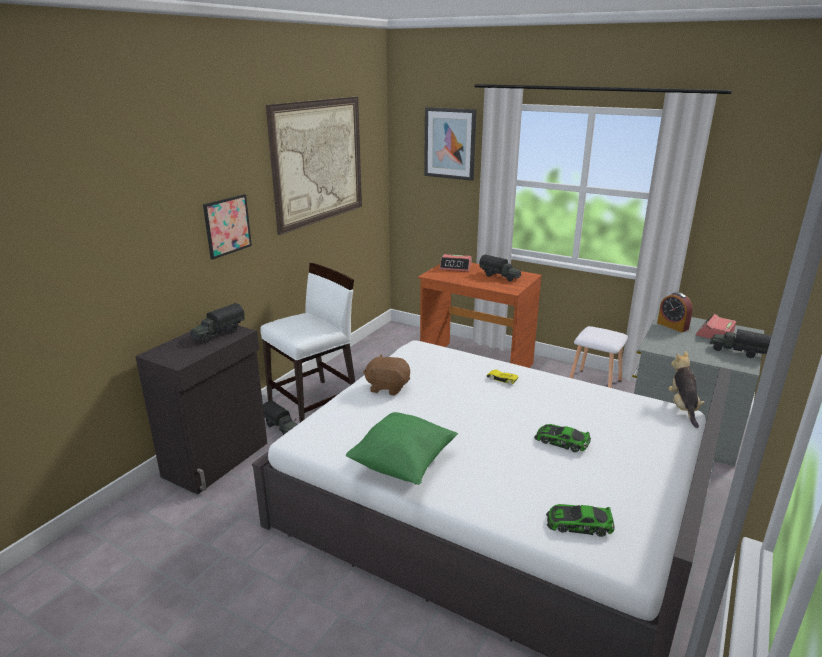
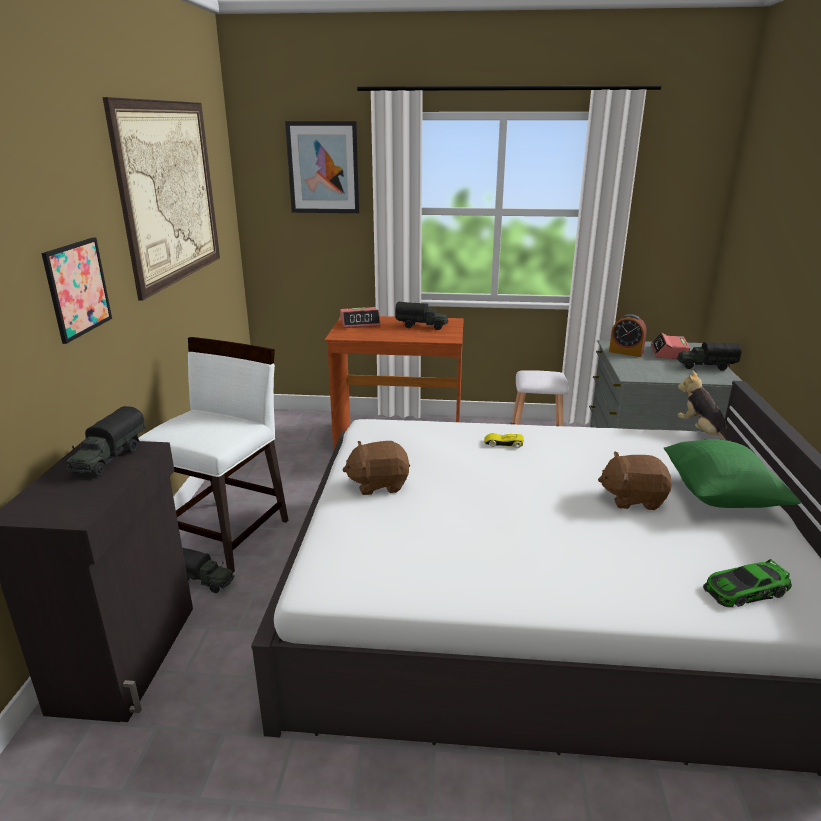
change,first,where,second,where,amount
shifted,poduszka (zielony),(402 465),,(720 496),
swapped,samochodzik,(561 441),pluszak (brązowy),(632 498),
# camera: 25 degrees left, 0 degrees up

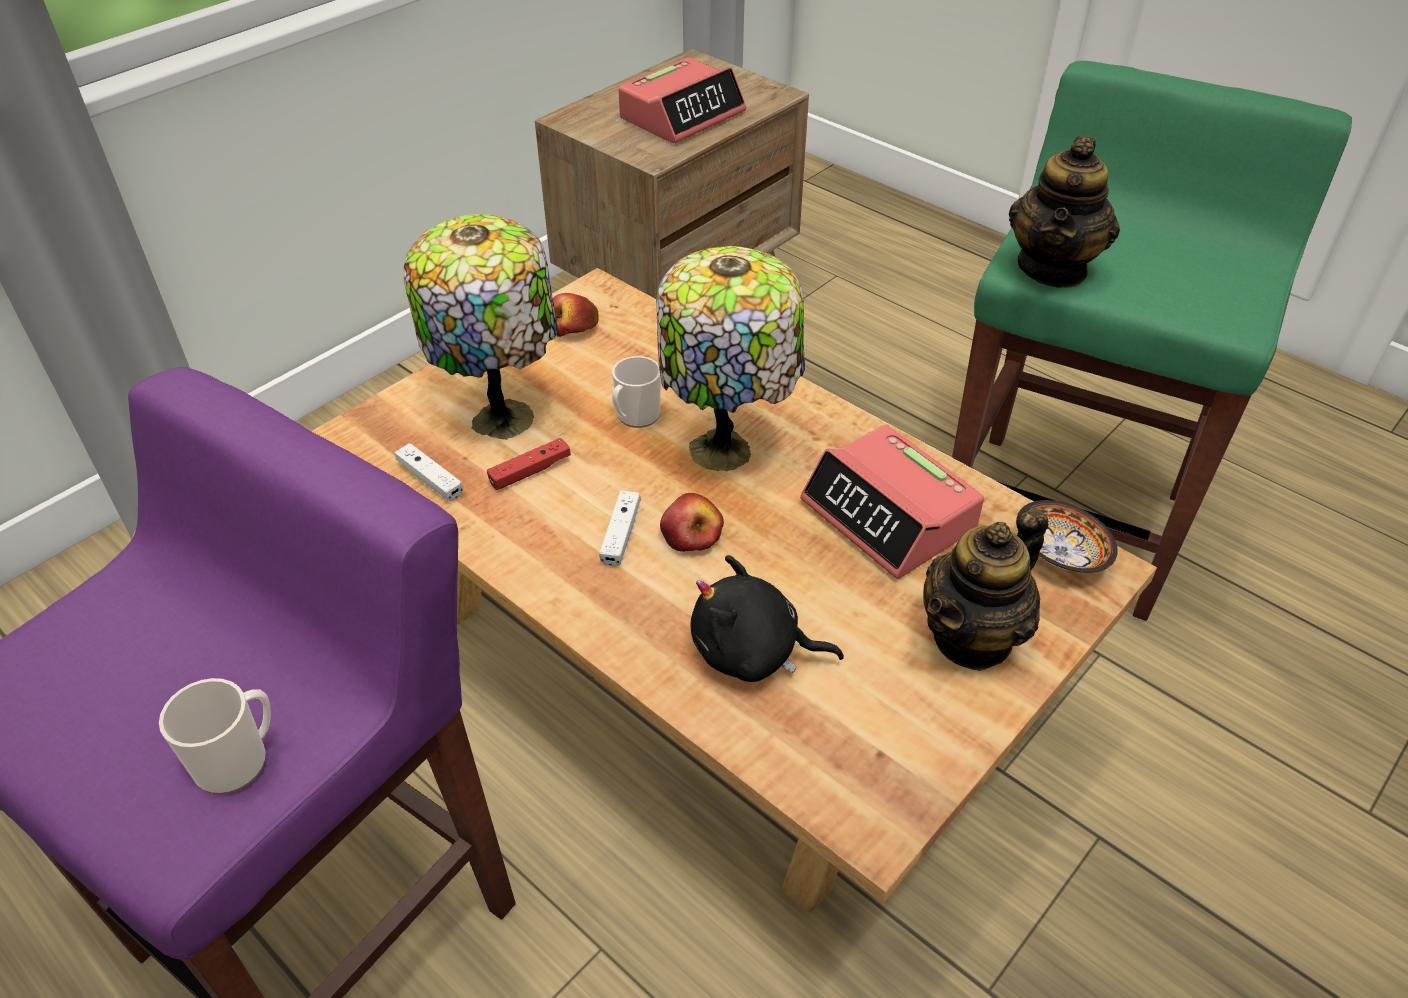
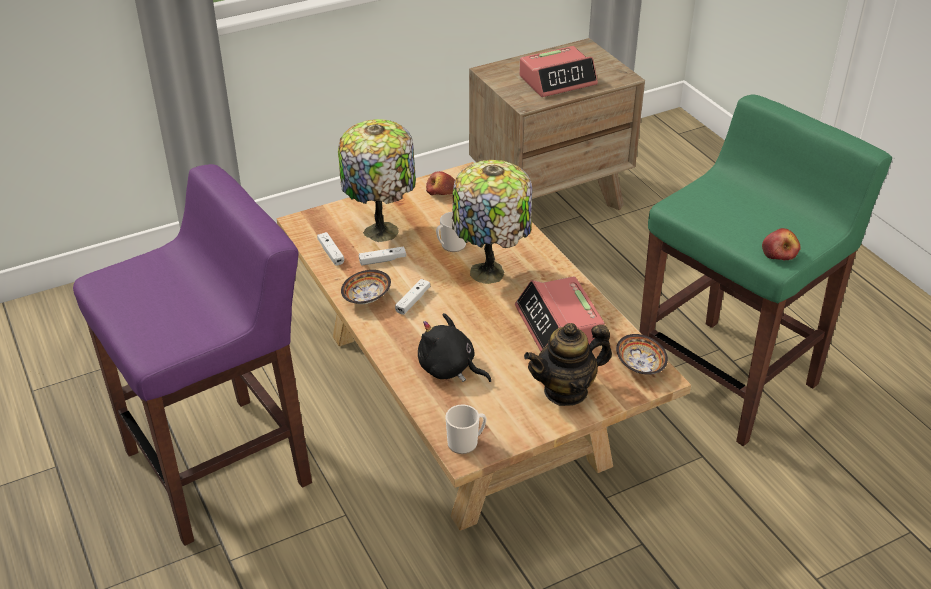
change,first,where,second,where,amount
gone,imbryk,(1053 268),,,
new,,,miska,(368 297),
shifted,kubek,(239 760),,(466 442),
shifted,jabłko,(691 534),,(779 253),
repainted,pad do gier (czerwony),(530 471),pad do gier (biały),(382 260),
# camera: 20 degrees right, 5 degrees down

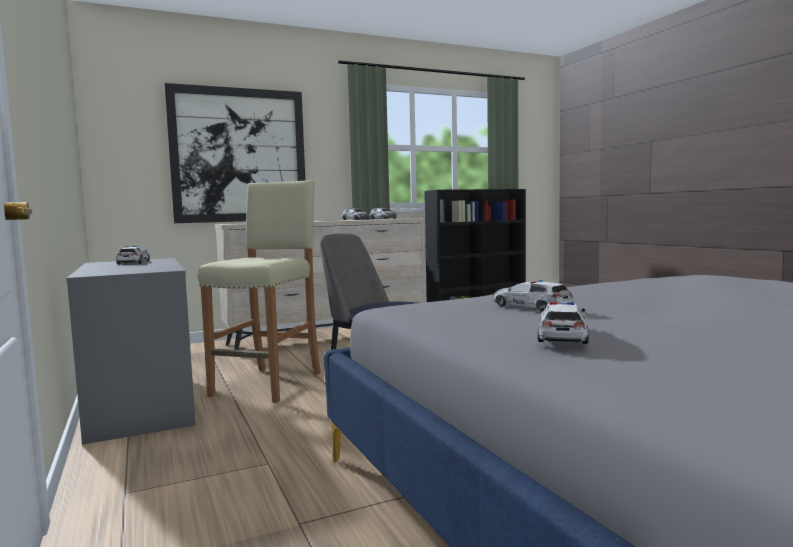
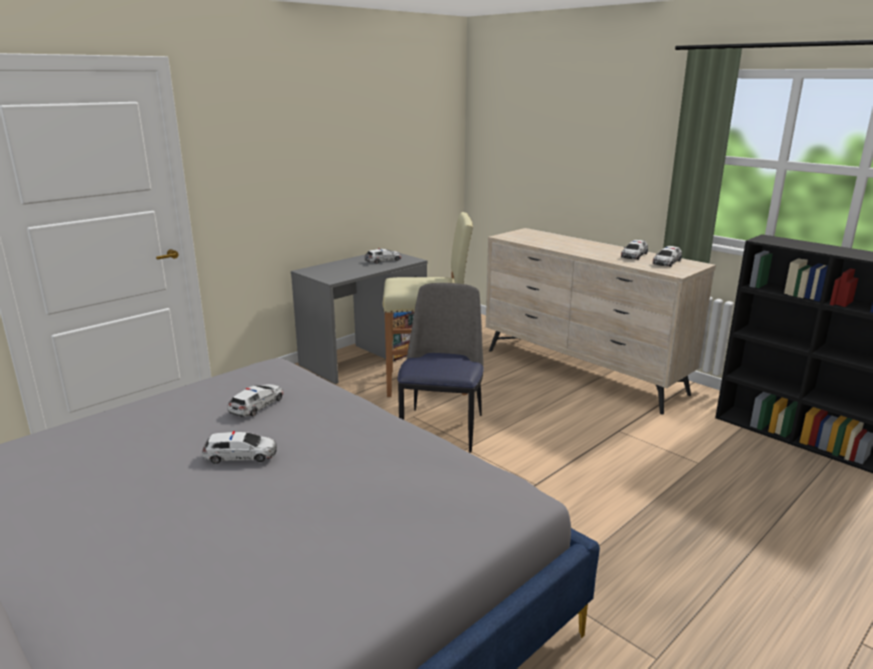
change,first,where,second,where,amount
gone,obraz,(239 155),,,
shifted,samochodzik,(562 335),,(241 455),
# camera: 70 degrees right, 15 degrees up

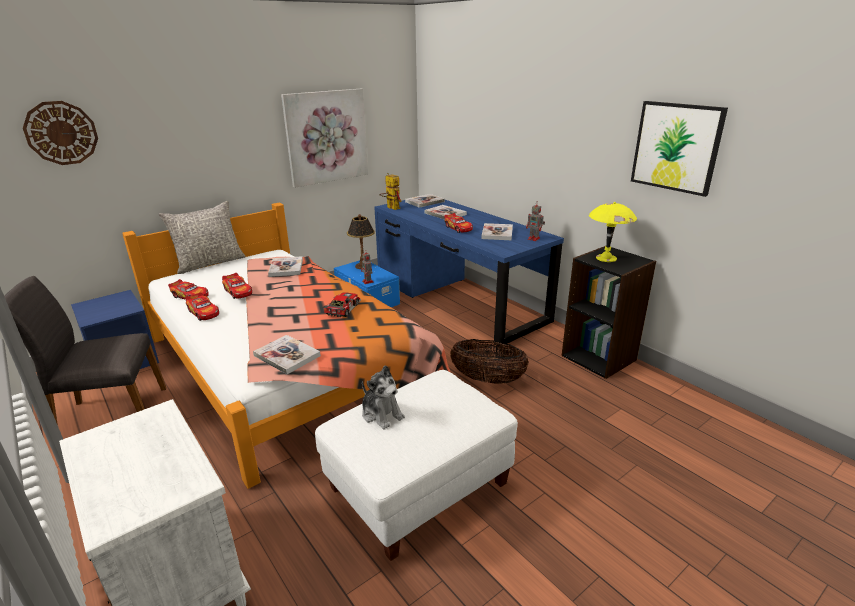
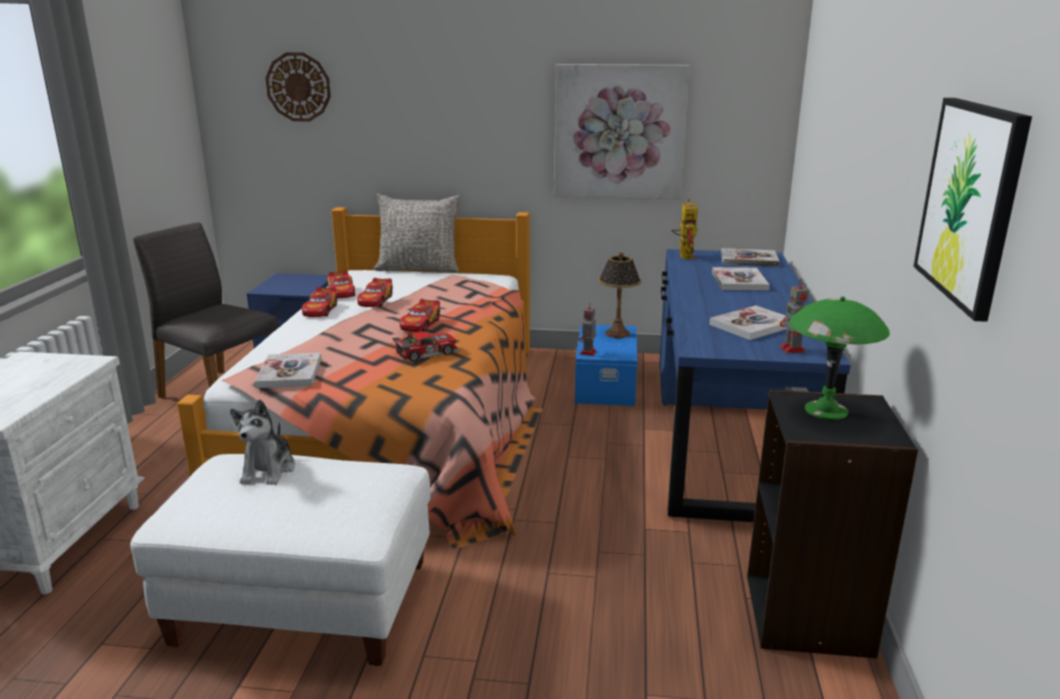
change,first,where,second,where,amount
gone,książka,(286 268),,,
gone,koszyk,(487 379),,,
shifted,samochodzik,(458 228),,(421 324),
repainted,lampa stołowa (żółty),(606 258),lampa stołowa (zielony),(826 410),
# camera: 45 degrees right, 5 degrees down

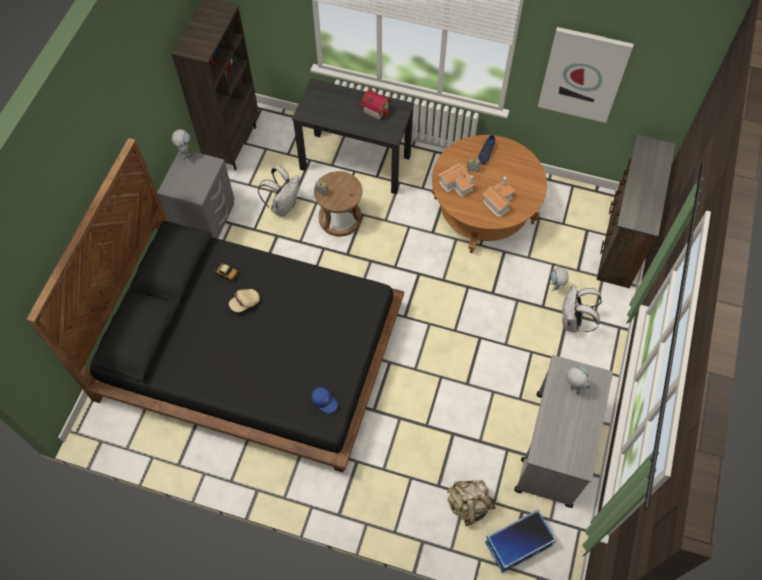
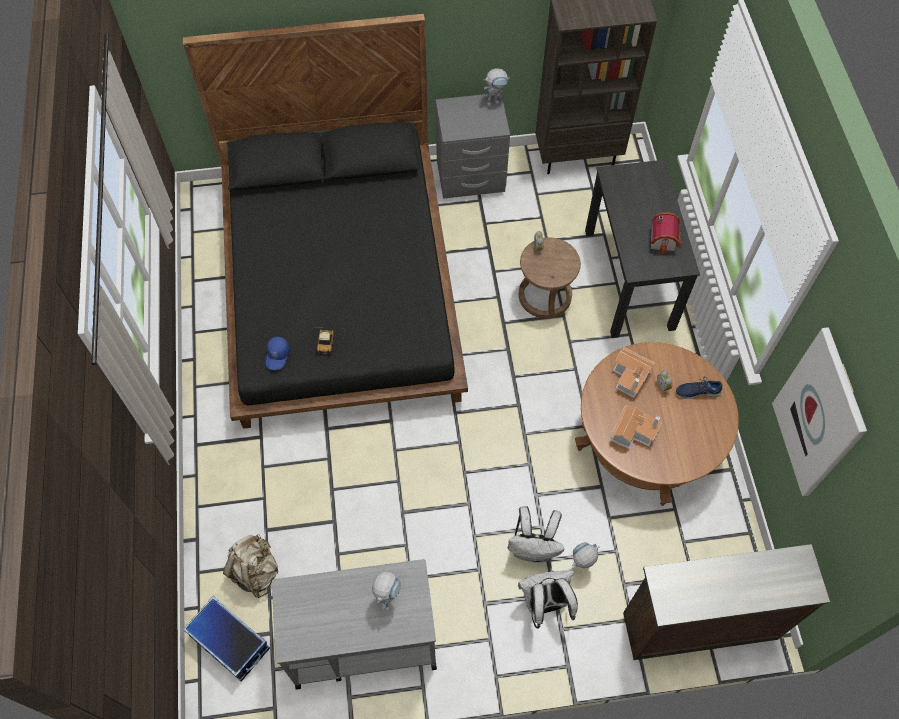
change,first,where,second,where,amount
gone,czapka z daszkiem (beżowy),(245 303),,,
shifted,samochodzik,(227 273),,(326 344),
shifted,plecak (biały),(283 206),,(533 549),
# camera: 65 degrees right, 0 degrees up

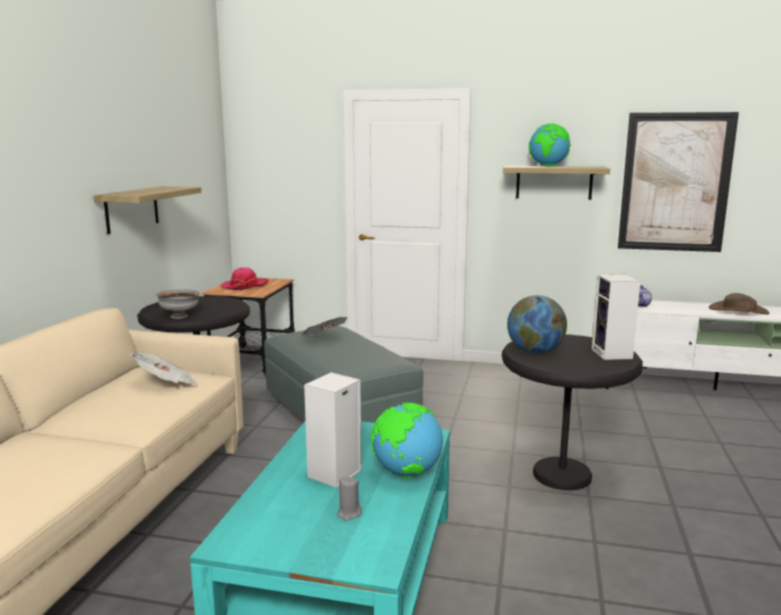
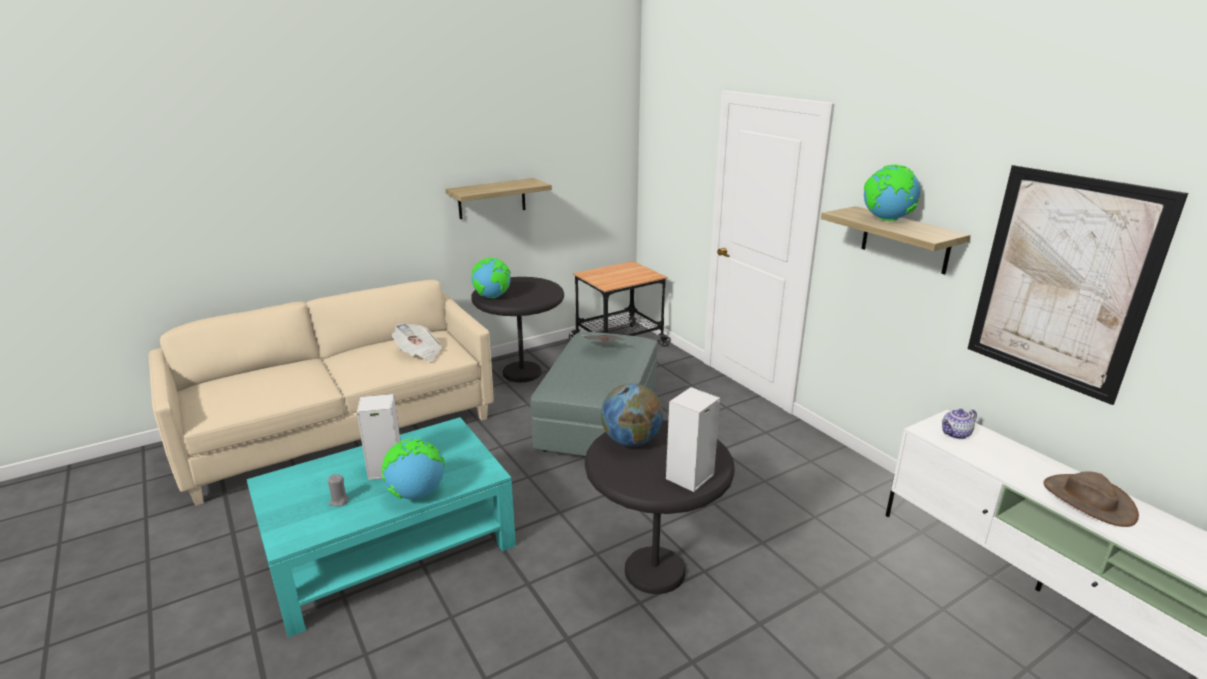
change,first,where,second,where,amount
gone,kapelusz,(245 285),,,
swapped,miska (szary),(180 316),globus,(493 297),
# camera: 45 degrees right, 10 degrees up

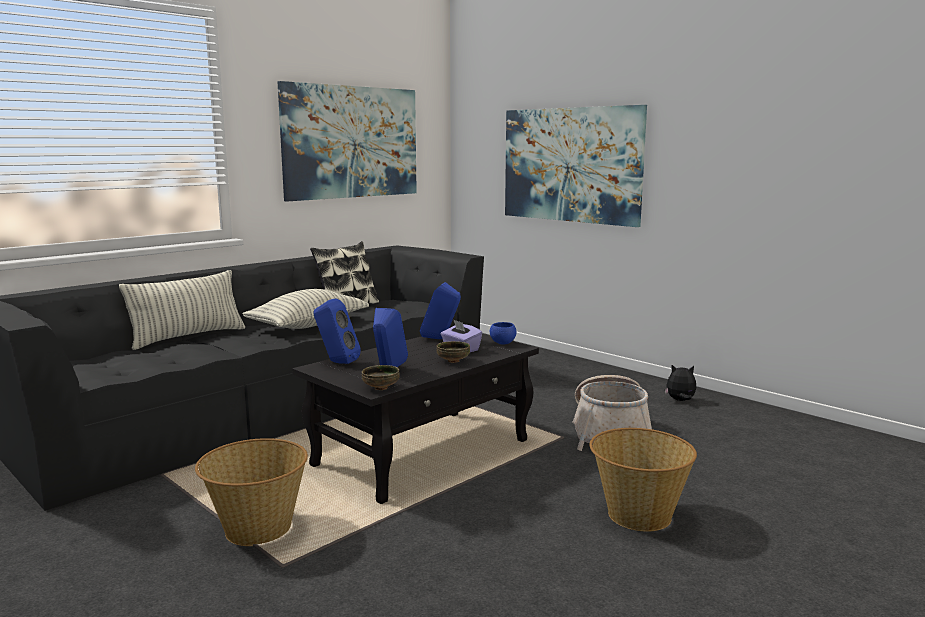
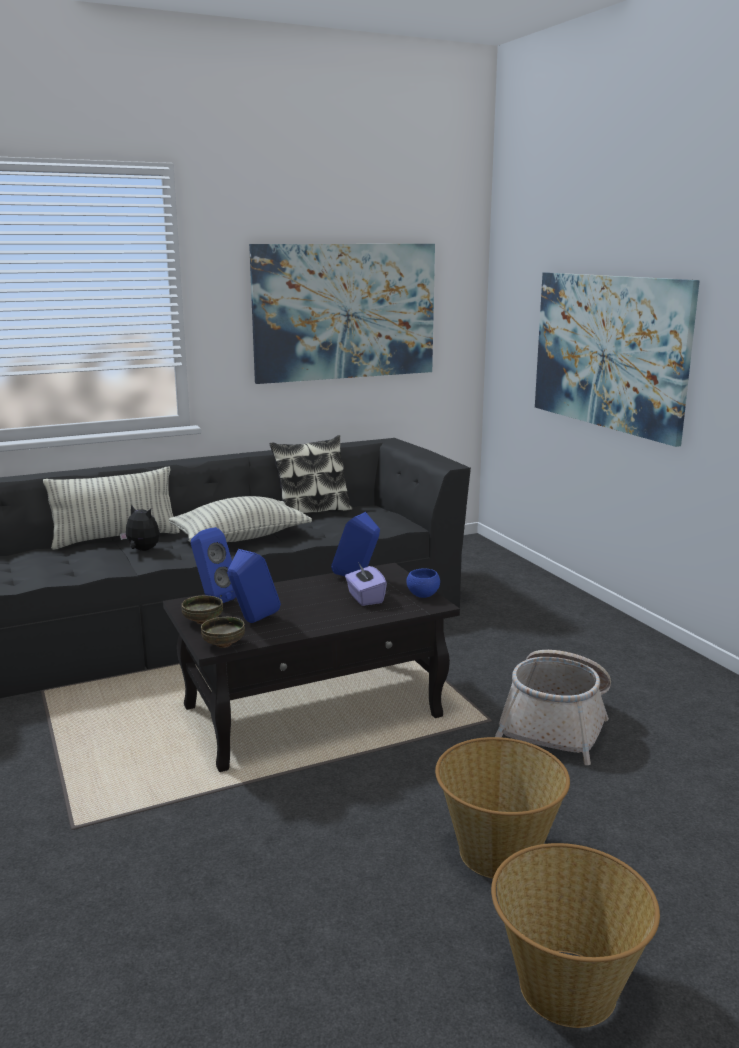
change,first,where,second,where,amount
shifted,koszyk,(257 529),,(565 988),
shifted,miska,(453 361),,(202 621),
shifted,pluszak,(680 401),,(142 550),
# camera: 20 degrees right, 5 degrees up

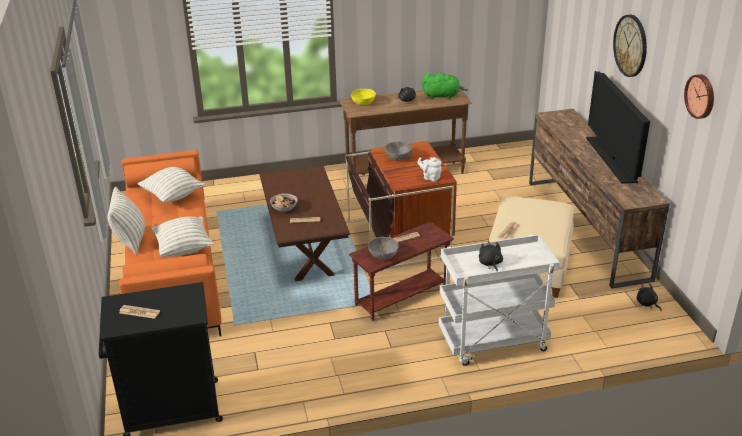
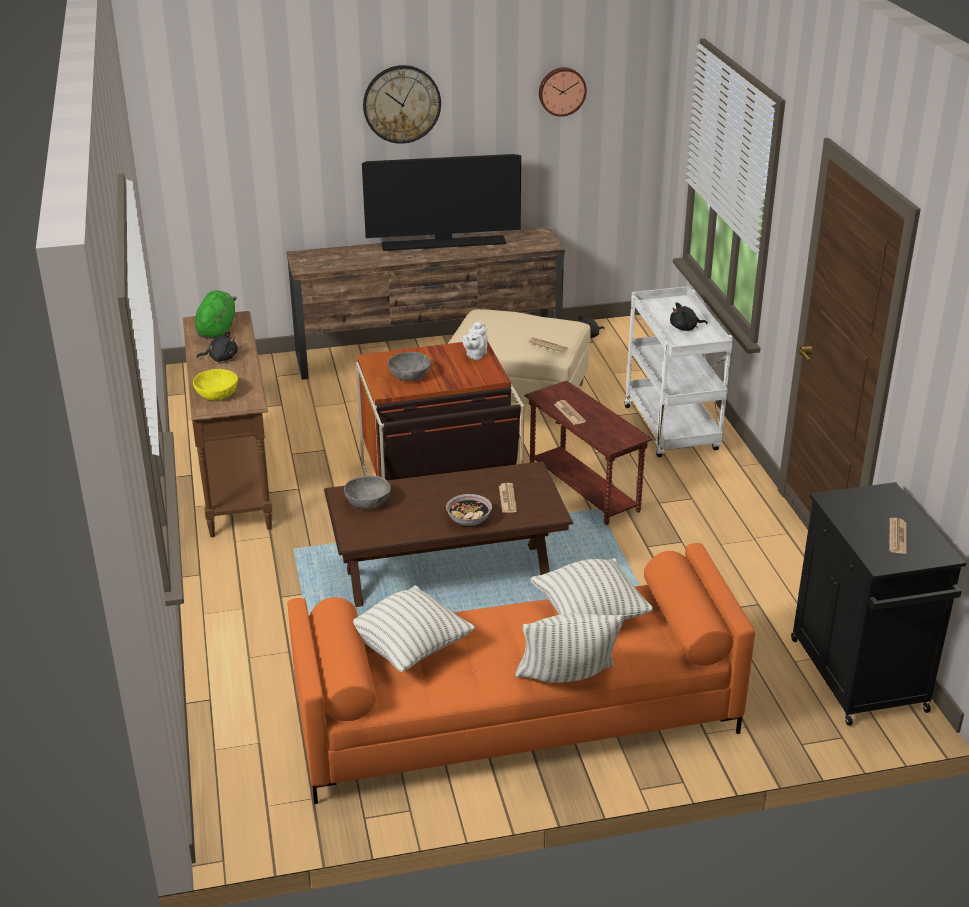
change,first,where,second,where,amount
shifted,miska (szary),(383 255),,(368 503),
# camera: 90 degrees left, 0 degrees up

